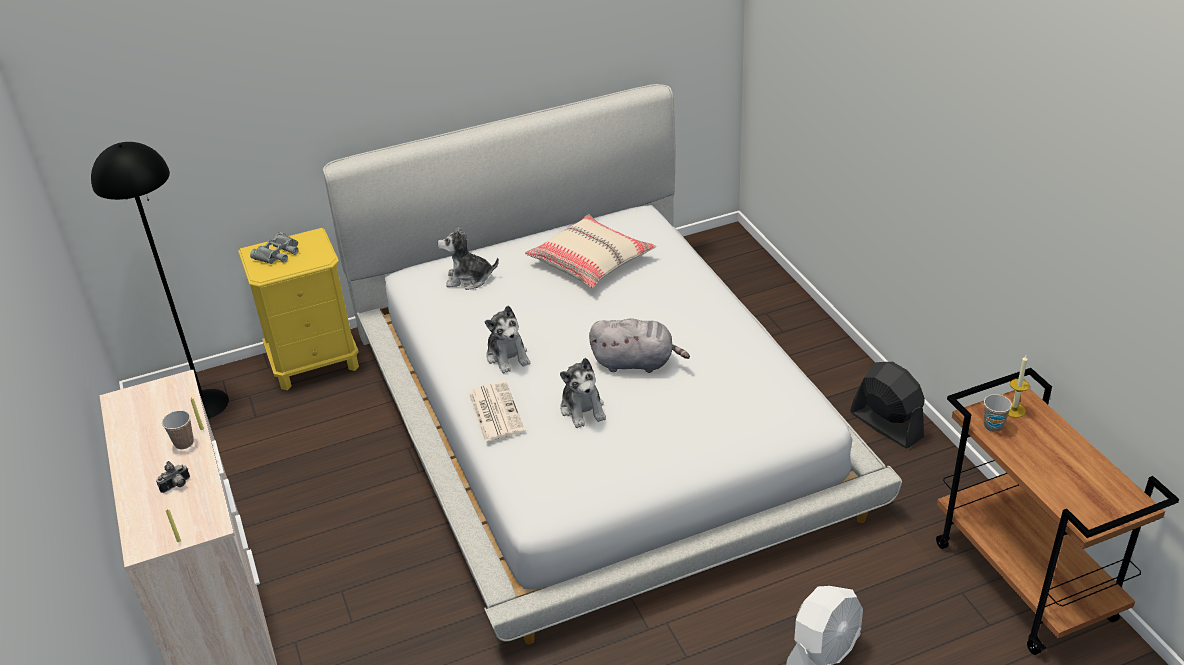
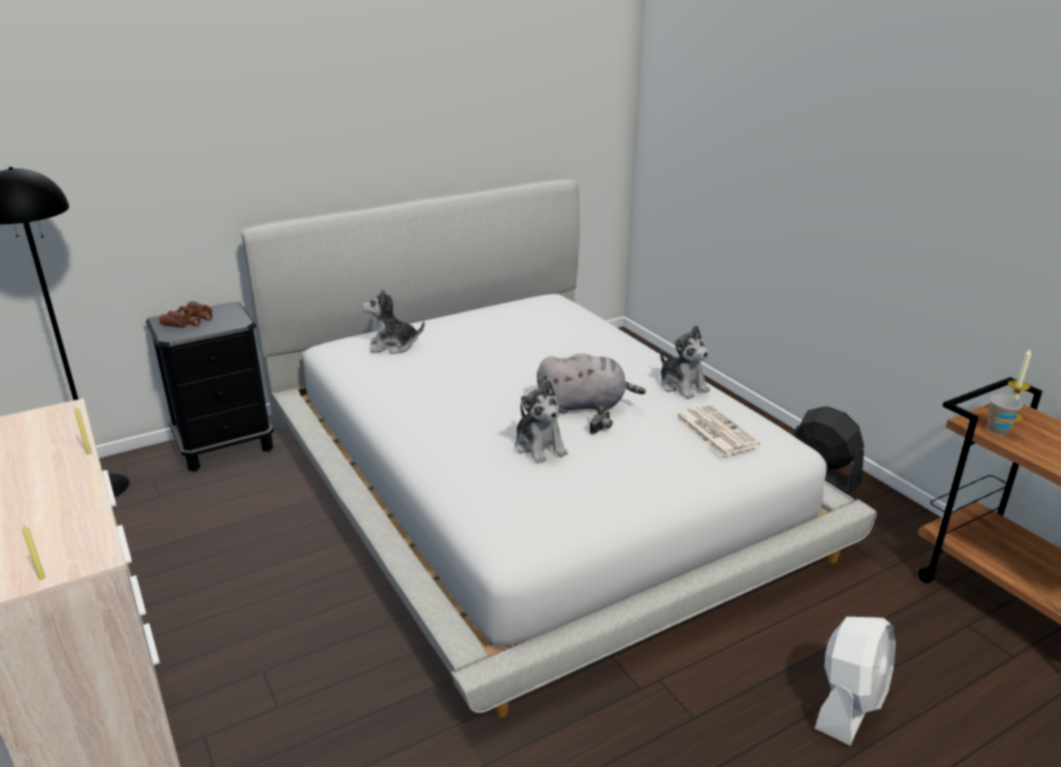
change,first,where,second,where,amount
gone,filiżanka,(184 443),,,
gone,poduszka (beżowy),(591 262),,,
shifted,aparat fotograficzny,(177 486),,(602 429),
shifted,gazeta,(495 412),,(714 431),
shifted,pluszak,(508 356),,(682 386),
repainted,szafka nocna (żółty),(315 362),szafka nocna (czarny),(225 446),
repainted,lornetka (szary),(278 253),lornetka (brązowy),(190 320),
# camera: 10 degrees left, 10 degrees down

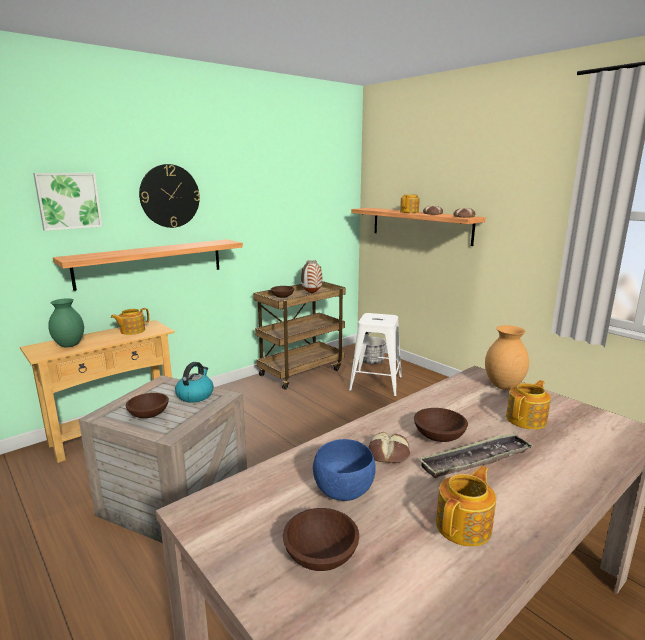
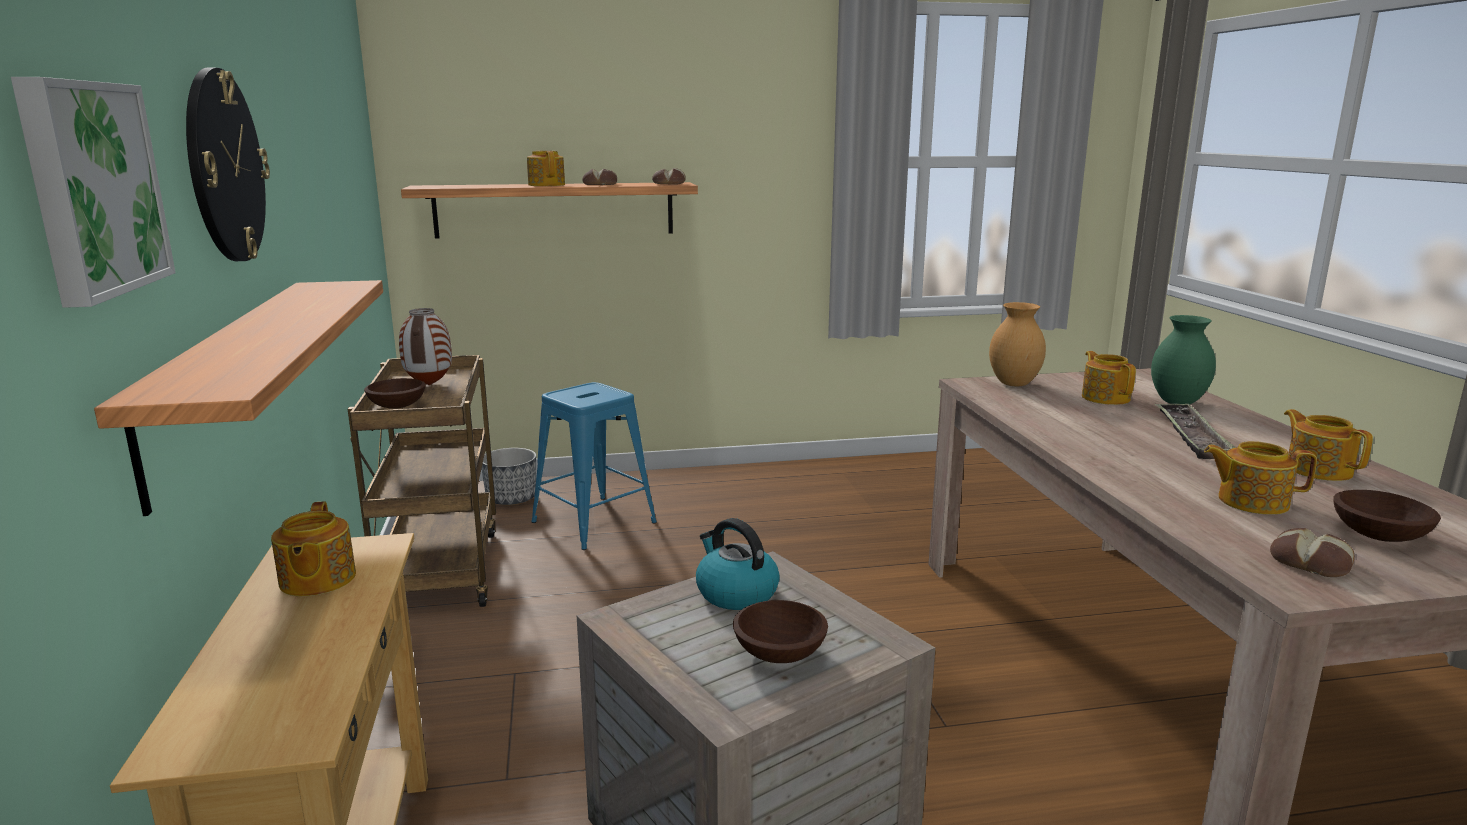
change,first,where,second,where,amount
gone,miska (brązowy),(440 436),,,
shifted,wazon (zielony),(69 345),,(1176 402),
shifted,chleb,(389 453),,(1311 562),
swapped,miska (niebieski),(345 492),imbryk,(1251 501),
repainted,stołek (biały),(375 383),stołek (niebieski),(594 522),
# camera: 60 degrees left, 0 degrees up

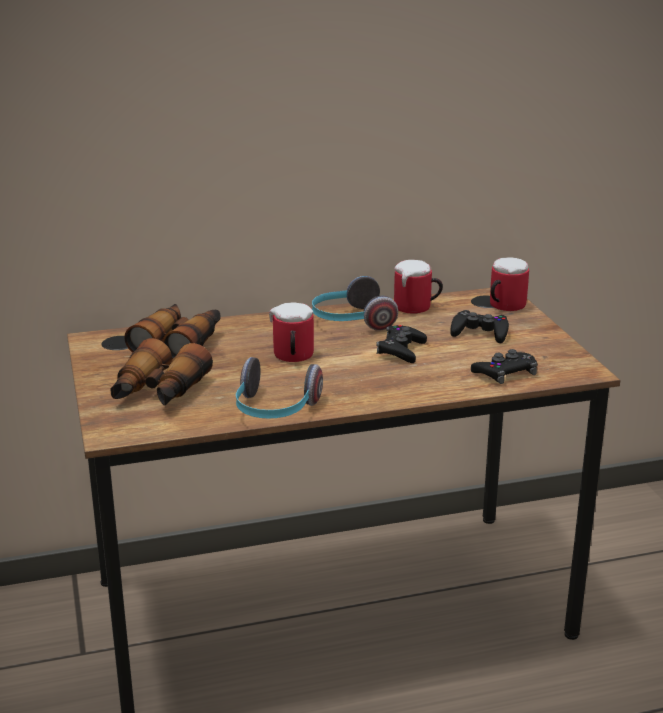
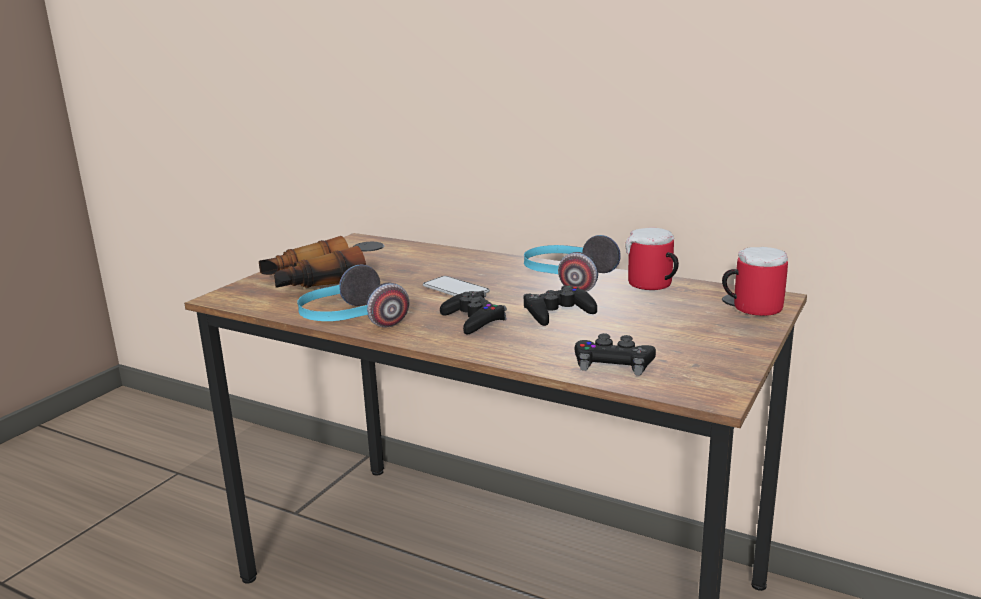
change,first,where,second,where,amount
gone,lornetka,(179 343),,,
shifted,pad do gier (czarny),(480 332),,(473 319),
swapped,kubek,(291 357),telefon,(455 289),
# camera: 45 degrees right, 5 degrees down

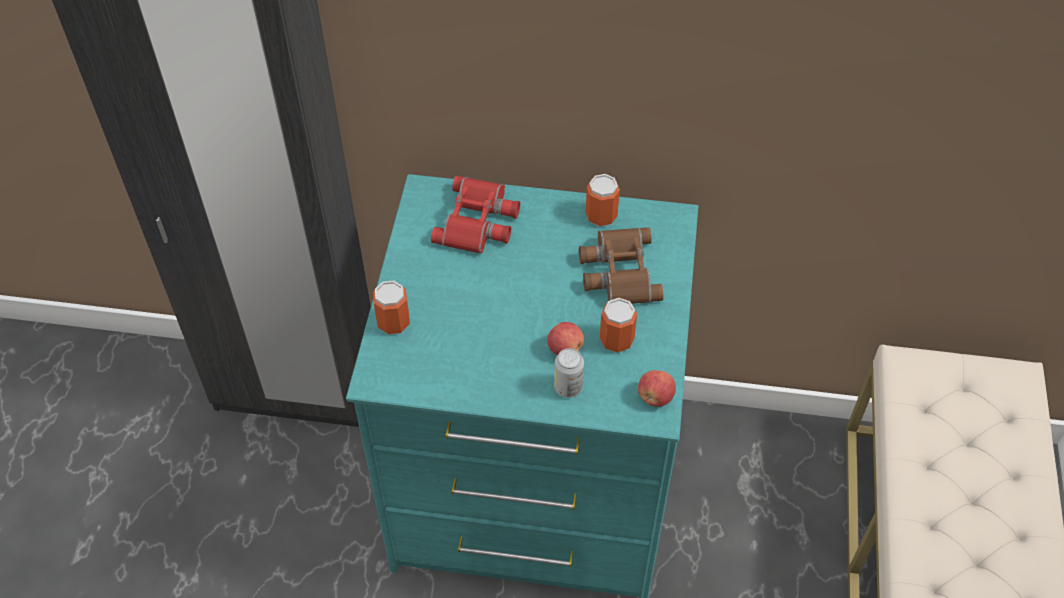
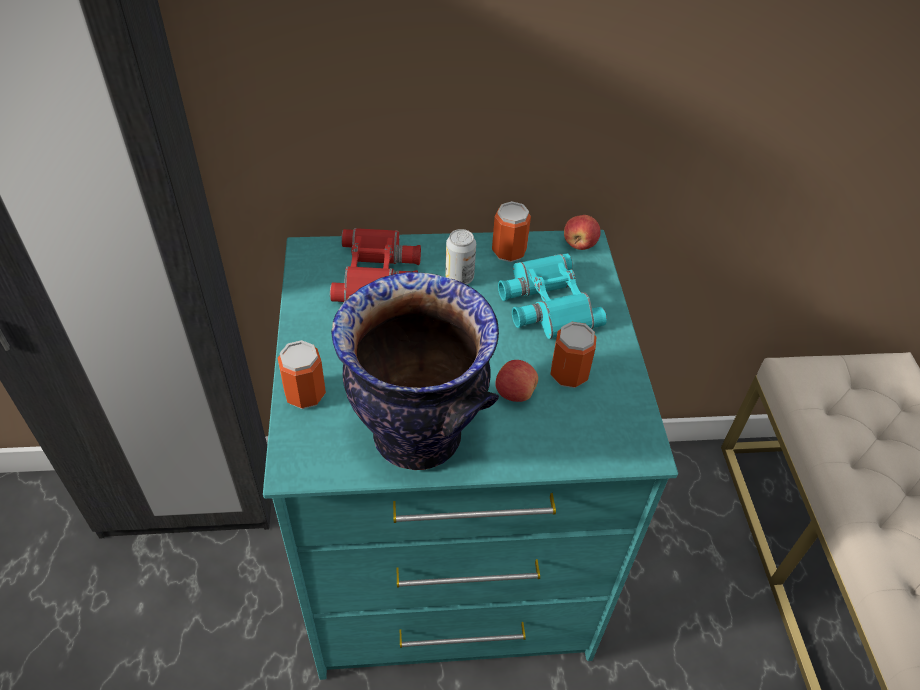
change,first,where,second,where,amount
new,,,wazon,(418 435),
shifted,puszka,(568 387),,(459 278),
shifted,jabłko,(655 397),,(579 244),
repainted,lornetka (brązowy),(618 271),lornetka (turkusowy),(545 303),
# camera: 15 degrees left, 5 degrees down

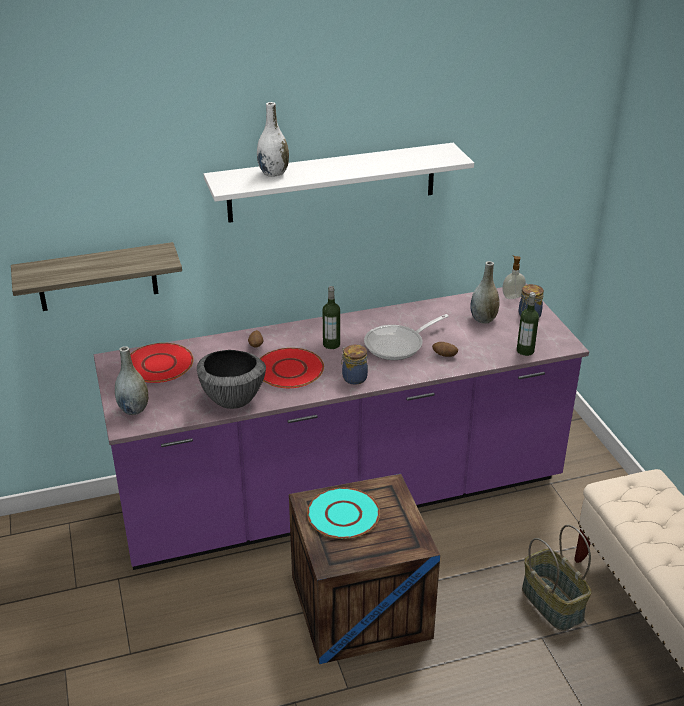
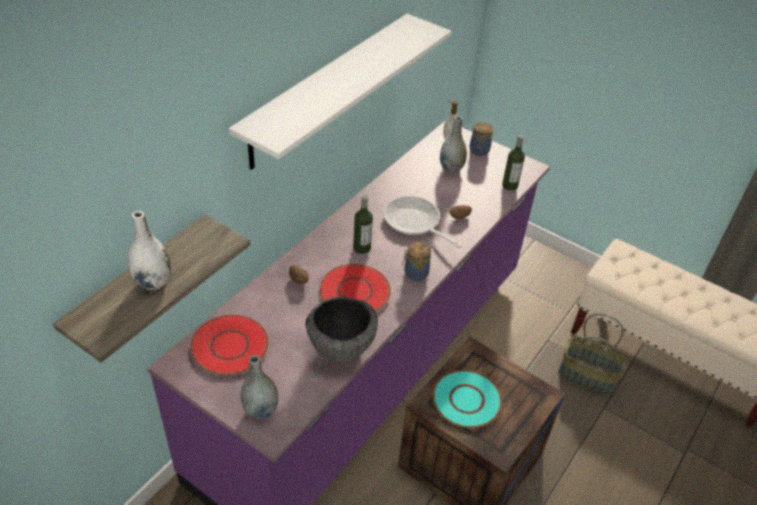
change,first,where,second,where,amount
shifted,wazon (biały),(273 173),,(153 281),
rotated,patelnia,(398 345),,(415 223),120 degrees clockwise
# camera: 40 degrees left, 10 degrees up

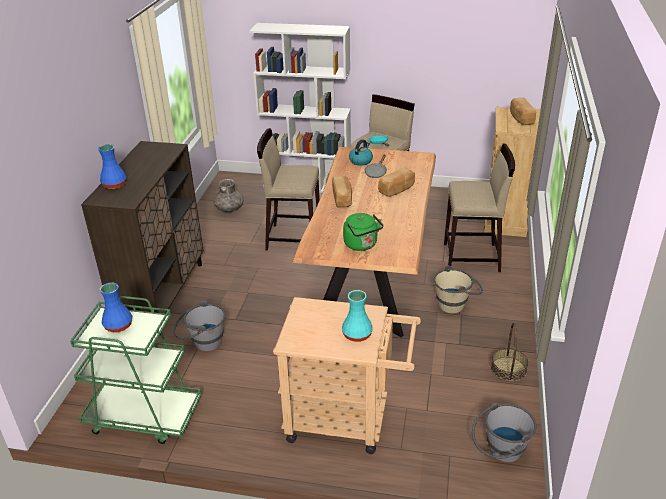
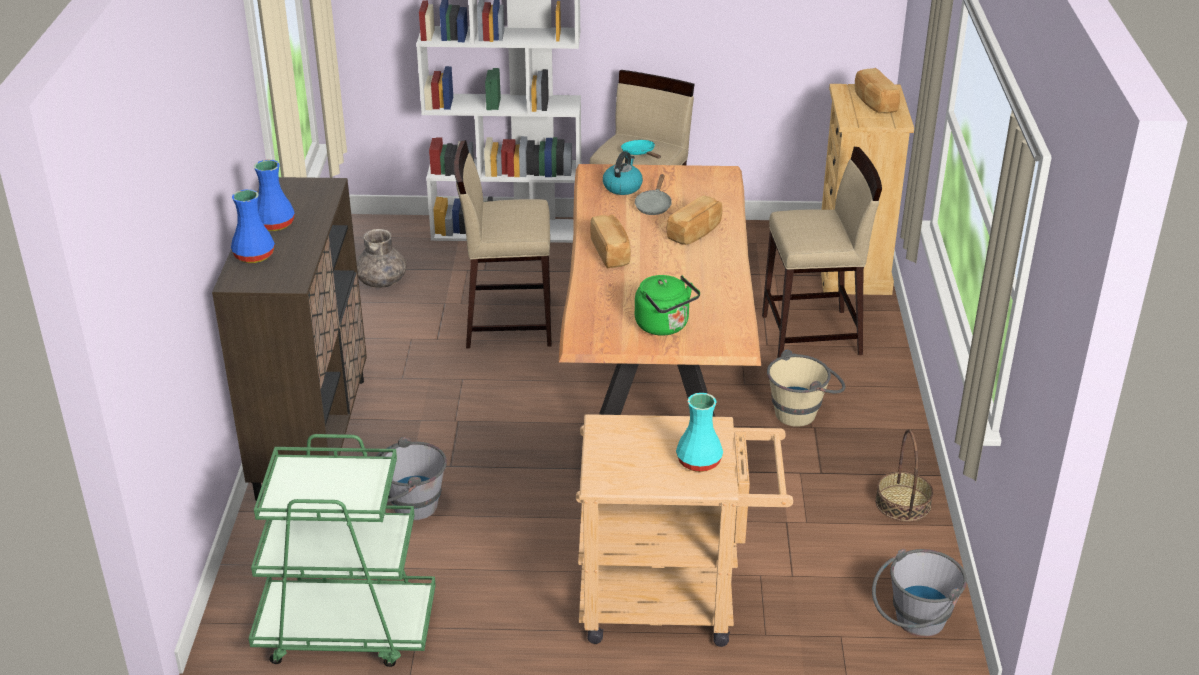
change,first,where,second,where,amount
shifted,wazon (niebieski),(118 325),,(274 224),
# camera: 10 degrees left, 0 degrees up

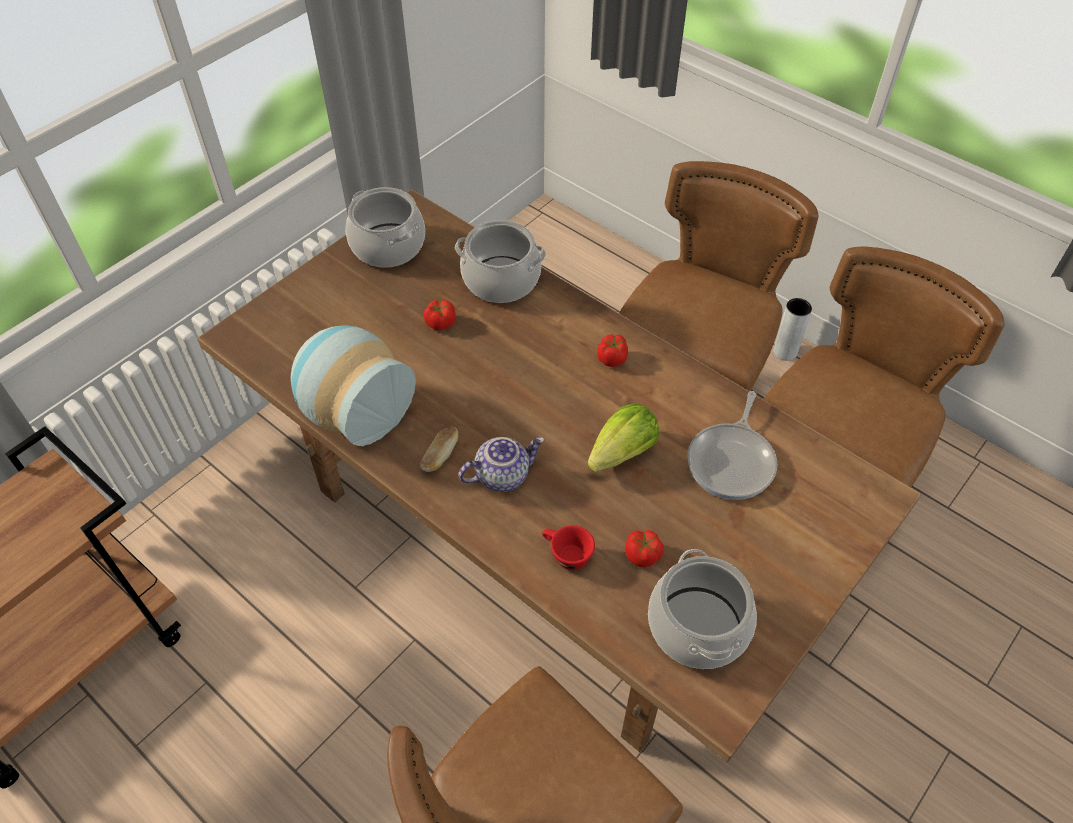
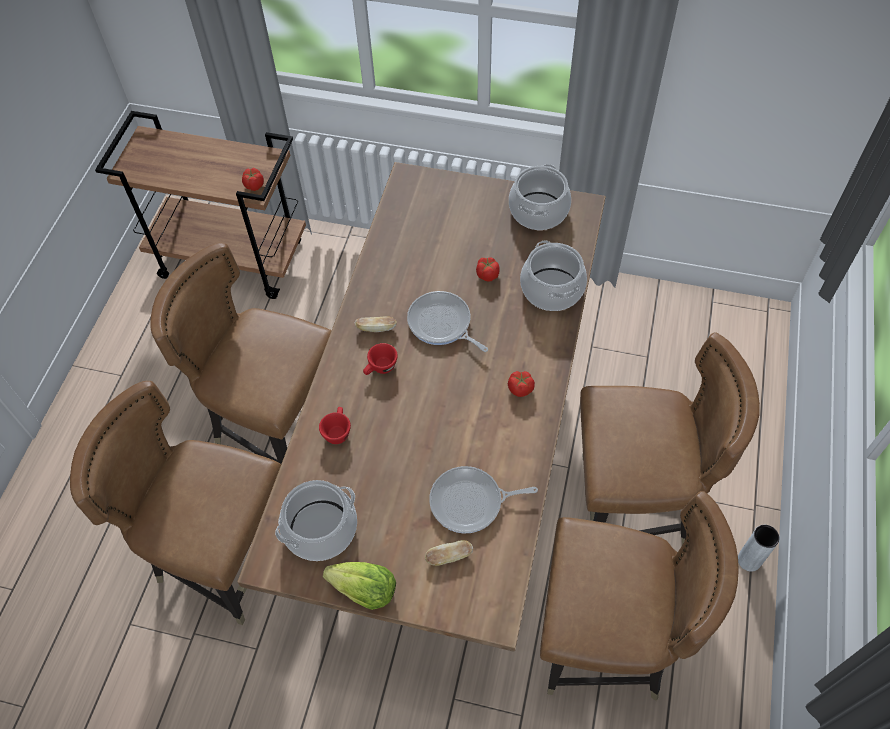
change,first,where,second,where,amount
gone,wazon,(354 412),,,
new,,,krzesło (brązowy),(277 426),
new,,,patelnia,(442 324),
new,,,chleb,(449 556),
shifted,sałata,(623 453),,(365 591),
shifted,pomidor,(643 555),,(254 185),
swapped,imbryk,(502 475),filiżanka (czerwony),(380 368),
# camera: 65 degrees right, 5 degrees up

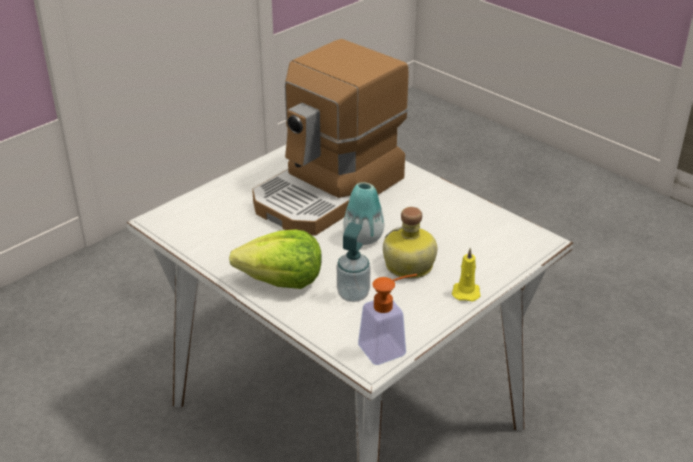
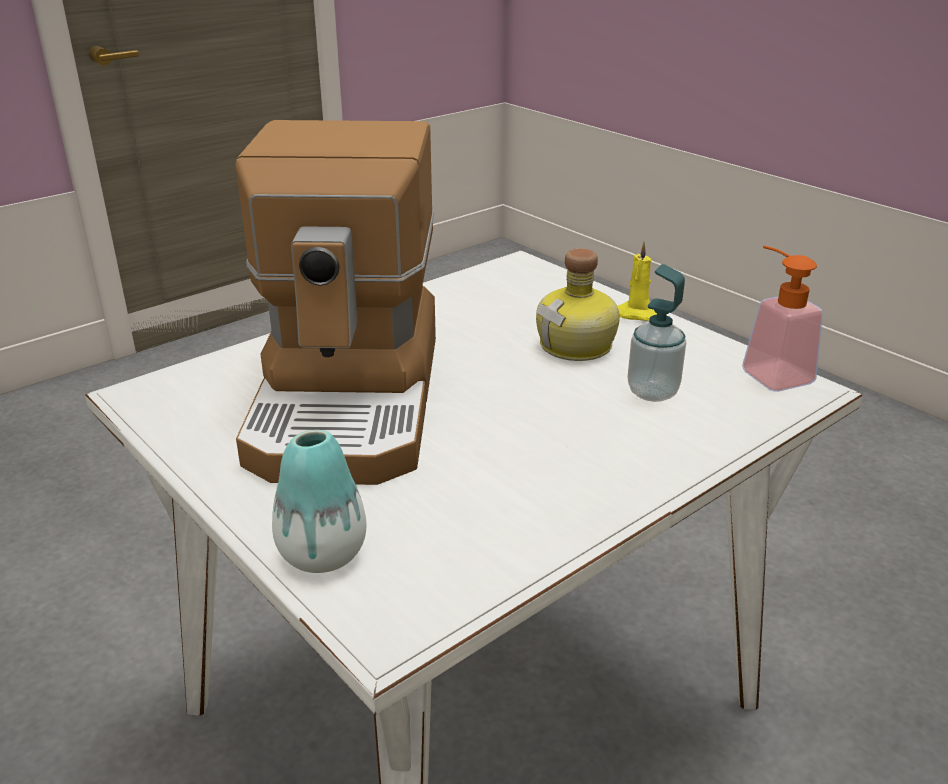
change,first,where,second,where,amount
gone,sałata,(282 280),,,
shifted,wazon,(363 238),,(322 554),
rotated,ekspres do kawy,(329 192),,(352 400),45 degrees clockwise
# camera: 85 degrees left, 5 degrees down

